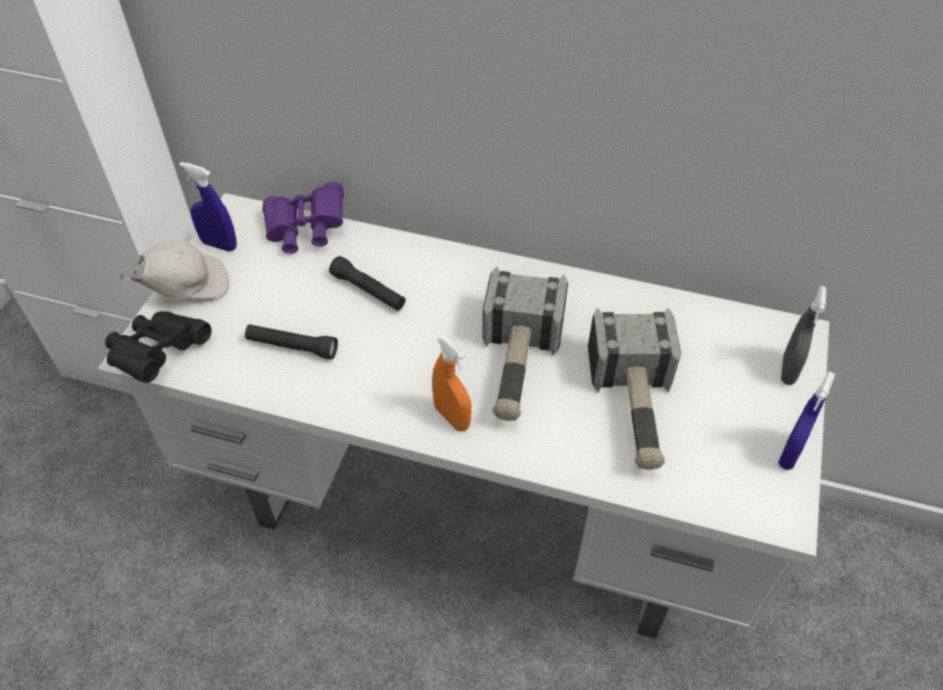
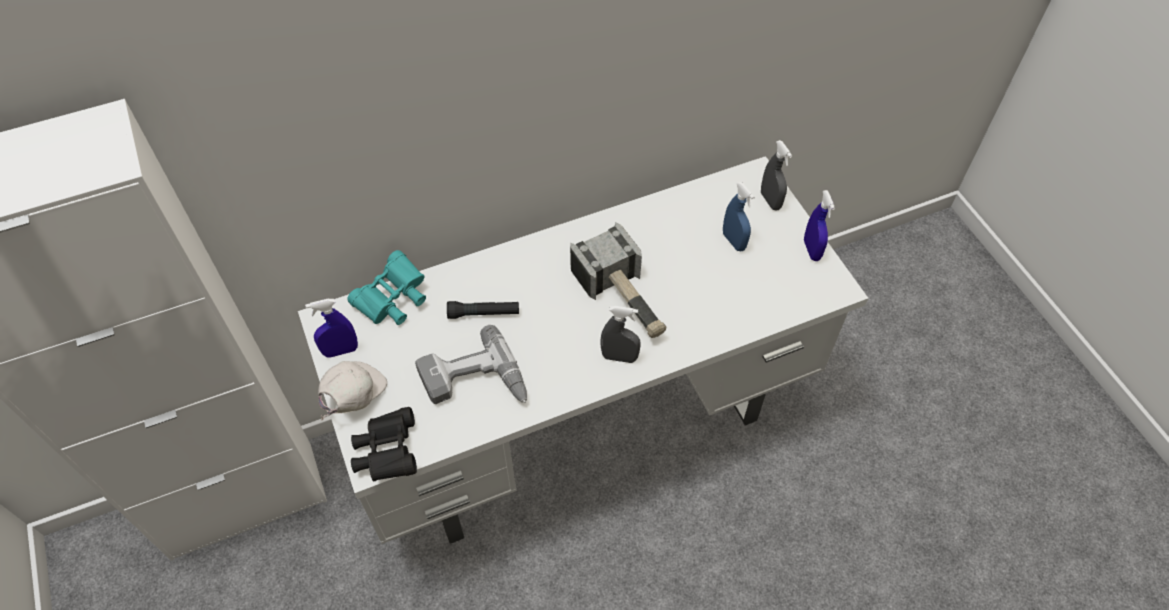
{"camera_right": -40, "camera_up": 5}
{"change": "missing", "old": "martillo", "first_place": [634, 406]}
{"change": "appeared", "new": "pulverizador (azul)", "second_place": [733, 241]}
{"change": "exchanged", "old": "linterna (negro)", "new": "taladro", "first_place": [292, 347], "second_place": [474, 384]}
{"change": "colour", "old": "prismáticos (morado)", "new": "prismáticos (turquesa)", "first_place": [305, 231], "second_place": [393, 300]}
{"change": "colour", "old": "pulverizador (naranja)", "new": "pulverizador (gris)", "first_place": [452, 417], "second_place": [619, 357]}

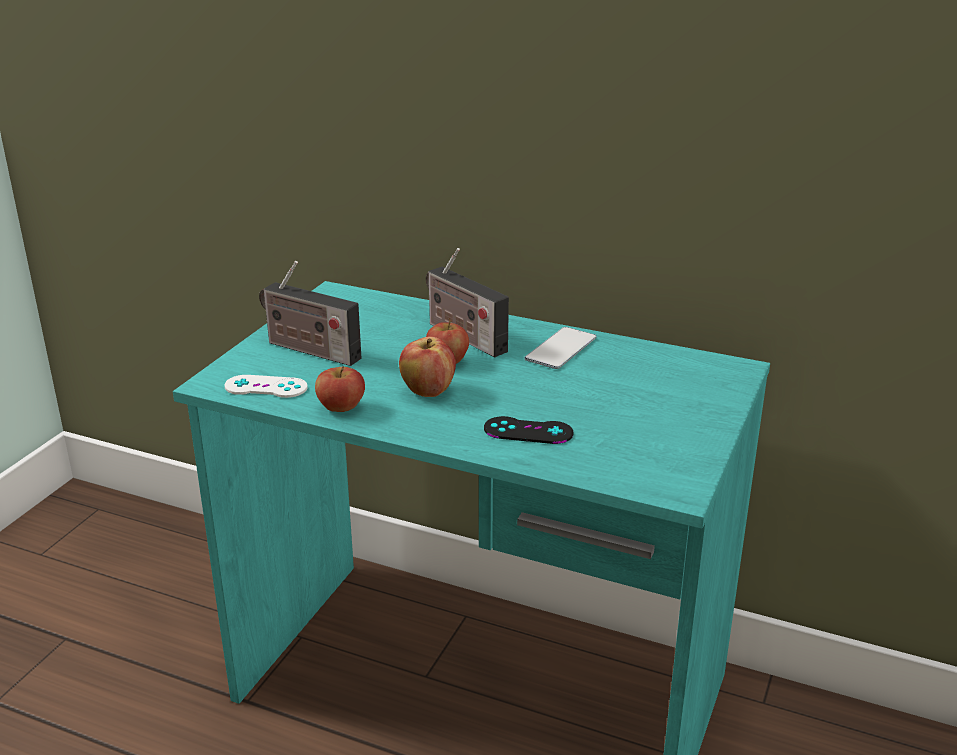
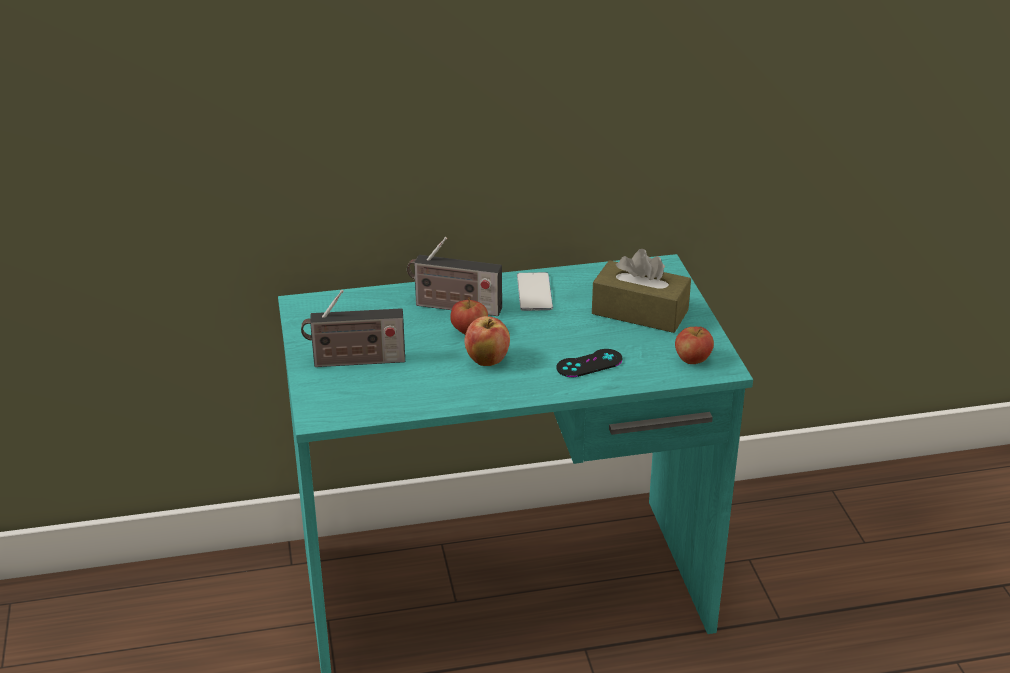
{"camera_right": -35, "camera_up": 5}
{"change": "missing", "old": "mando de consola (blanco)", "first_place": [266, 387]}
{"change": "appeared", "new": "caja de pañuelos (marrón)", "second_place": [640, 312]}
{"change": "relocated", "old": "manzana", "first_place": [341, 408], "second_place": [692, 359]}

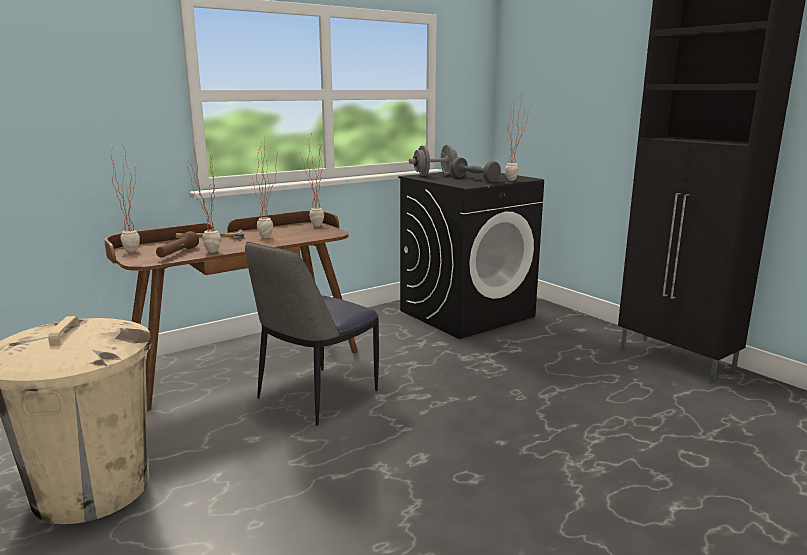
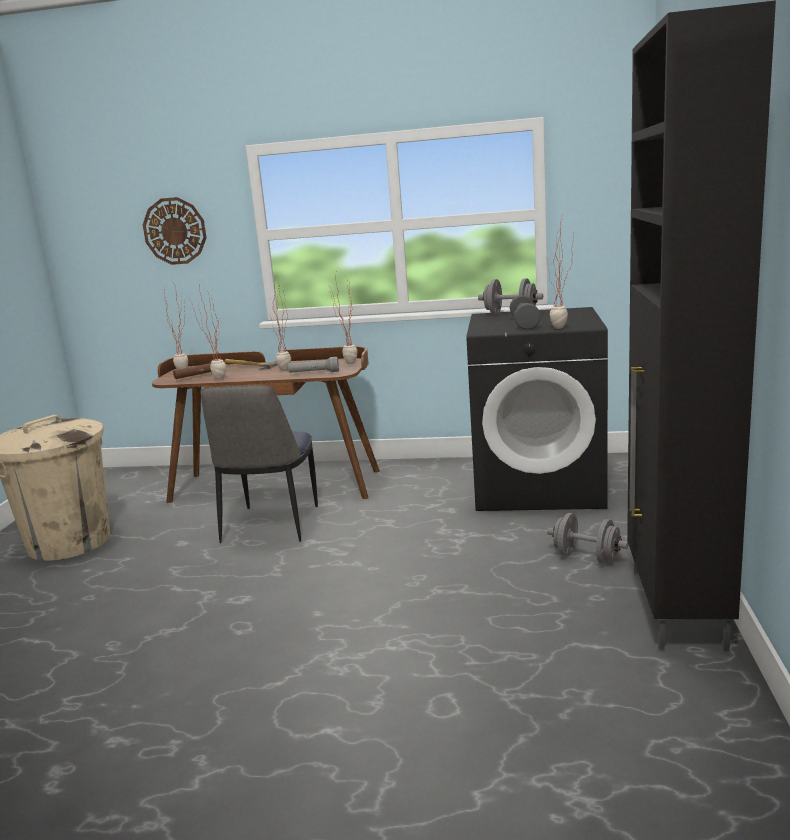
{"camera_right": 45, "camera_up": 0}
{"change": "appeared", "new": "reloj de pared", "second_place": [175, 231]}
{"change": "appeared", "new": "linterna (gris)", "second_place": [314, 373]}
{"change": "appeared", "new": "mancuerna (gris)", "second_place": [586, 557]}
{"change": "spun", "old": "silla", "first_place": [315, 396], "second_place": [270, 526], "degrees": -75}

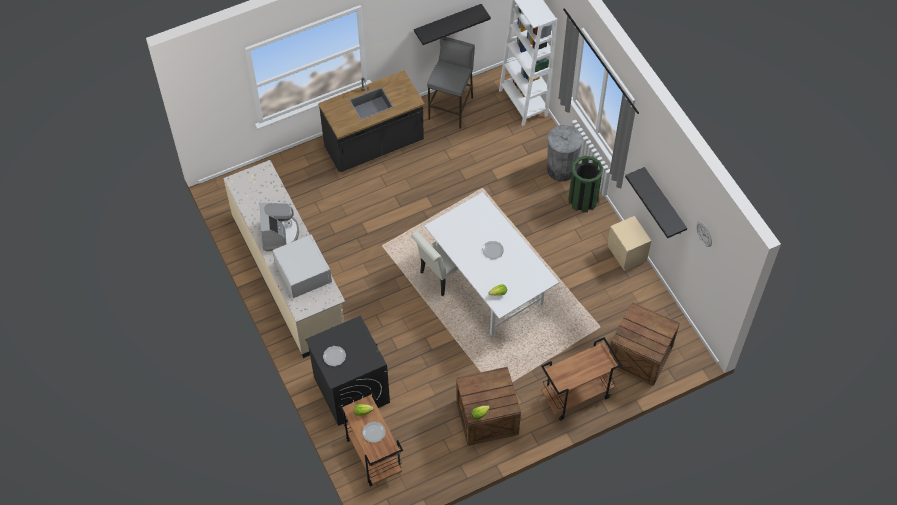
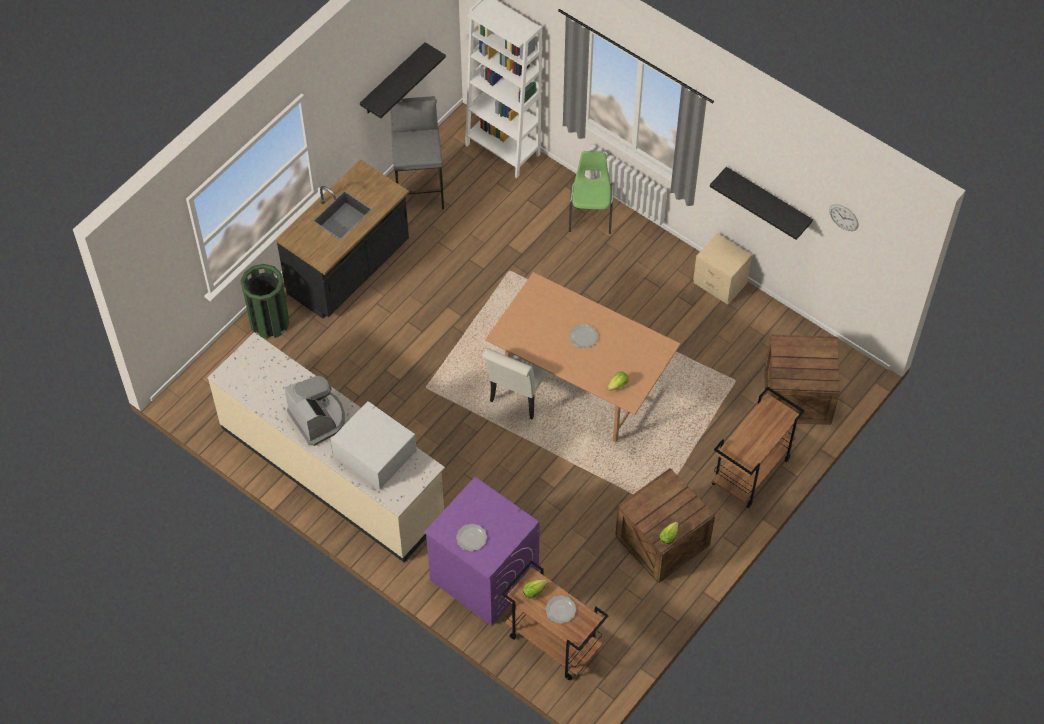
{"camera_right": -25, "camera_up": 0}
{"change": "relocated", "old": "papelera (verde)", "first_place": [582, 200], "second_place": [269, 322]}
{"change": "exchanged", "old": "papelera (gris)", "new": "silla (verde)", "first_place": [561, 169], "second_place": [591, 213]}
{"change": "colour", "old": "lavadora (negro)", "new": "lavadora (morado)", "first_place": [351, 389], "second_place": [483, 576]}
{"change": "colour", "old": "mesa de comedor (blanco)", "new": "mesa de comedor (marrón)", "first_place": [488, 285], "second_place": [579, 384]}

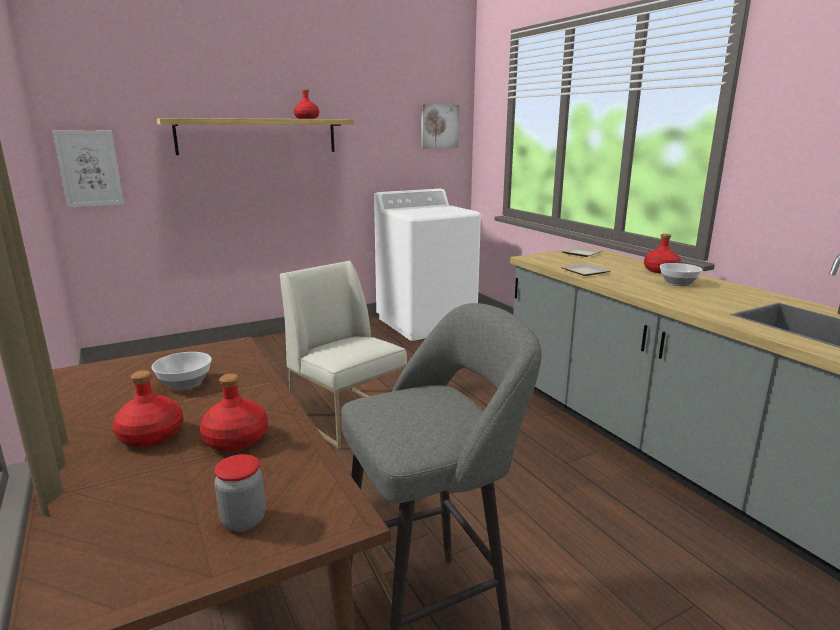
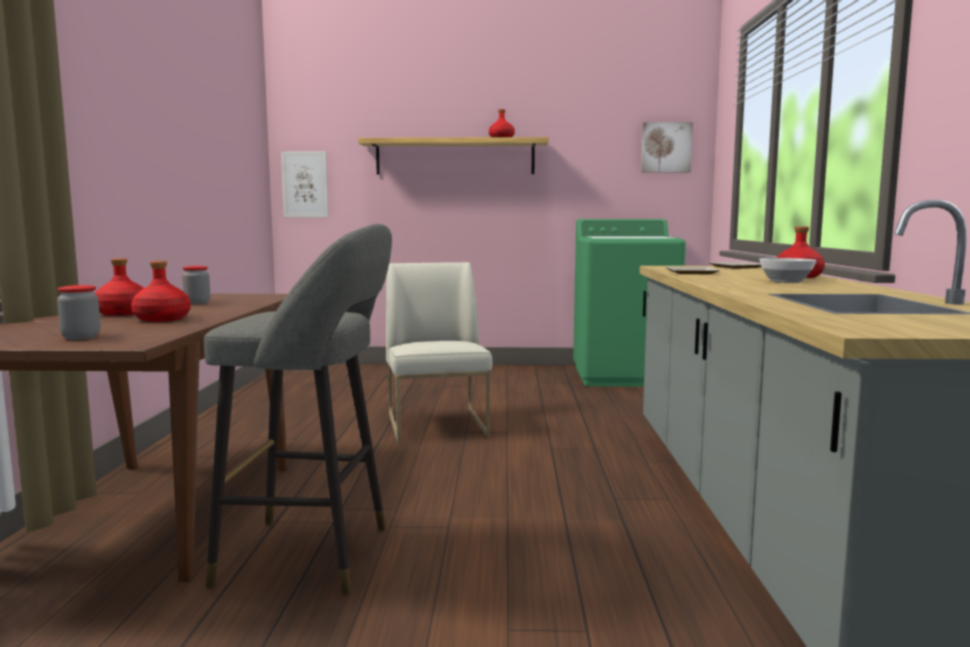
{"camera_right": 30, "camera_up": -10}
{"change": "exchanged", "old": "cuenco", "new": "tarro", "first_place": [183, 383], "second_place": [197, 302]}
{"change": "colour", "old": "lavadora (blanco)", "new": "lavadora (verde)", "first_place": [426, 323], "second_place": [624, 376]}

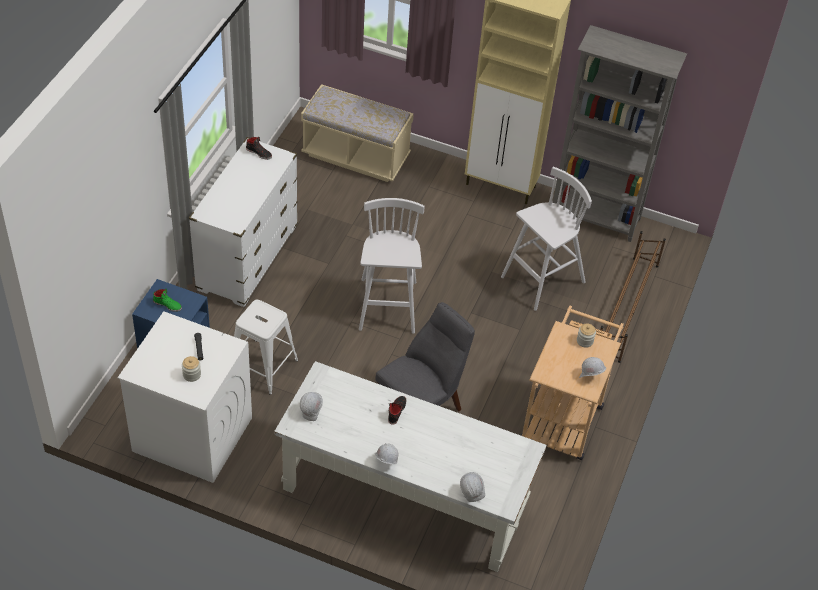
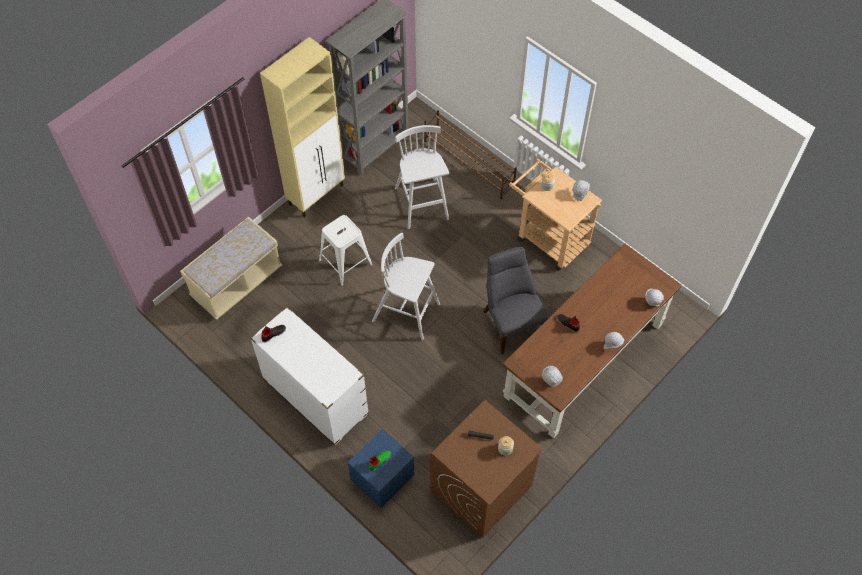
{"camera_right": -65, "camera_up": 10}
{"change": "relocated", "old": "taburete (blanco)", "first_place": [262, 366], "second_place": [345, 263]}
{"change": "colour", "old": "lavadora (blanco)", "new": "lavadora (marrón)", "first_place": [191, 434], "second_place": [481, 489]}
{"change": "colour", "old": "escritorio (blanco)", "new": "escritorio (marrón)", "first_place": [403, 496], "second_place": [584, 360]}

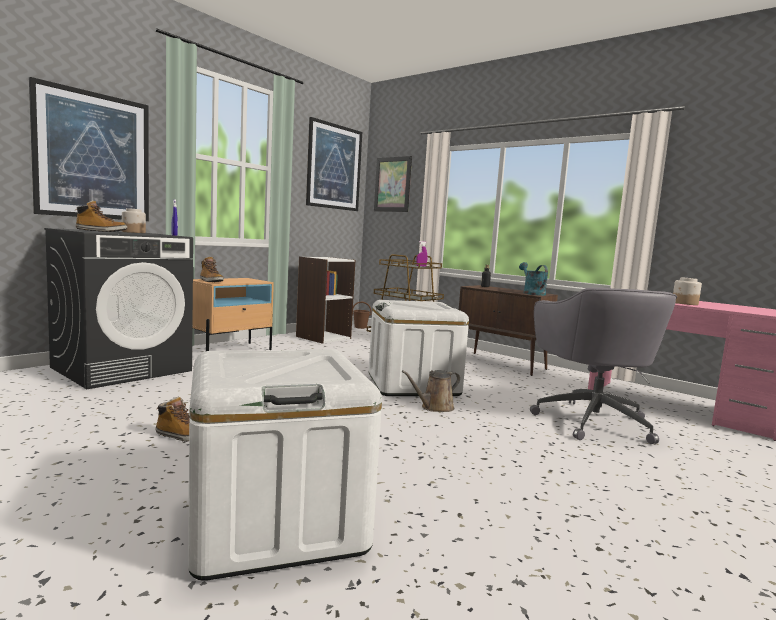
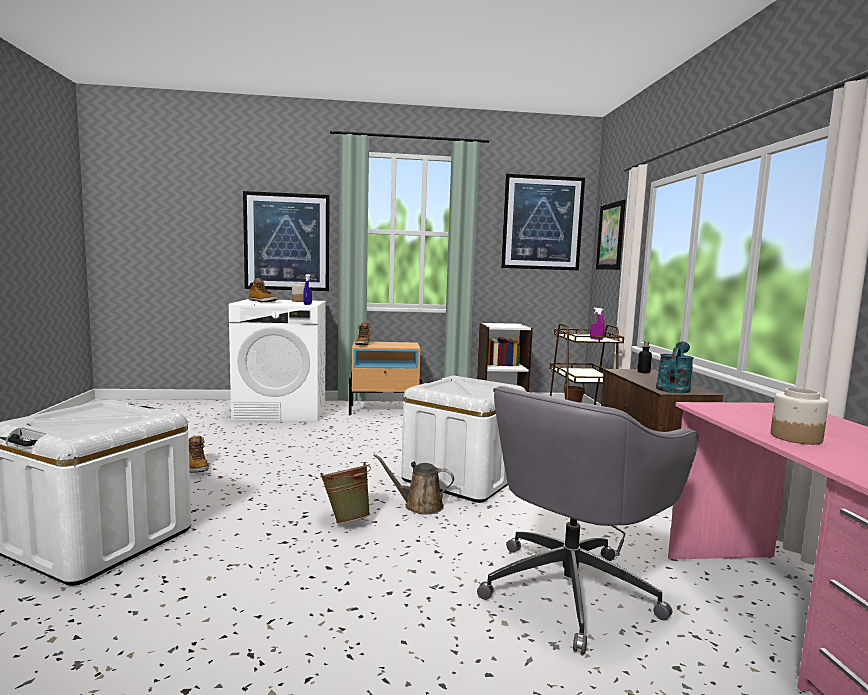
{"camera_right": 45, "camera_up": 0}
{"change": "appeared", "new": "cubo (verde)", "second_place": [346, 519]}
{"change": "colour", "old": "lavadora (negro)", "new": "lavadora (blanco)", "first_place": [122, 369], "second_place": [282, 411]}

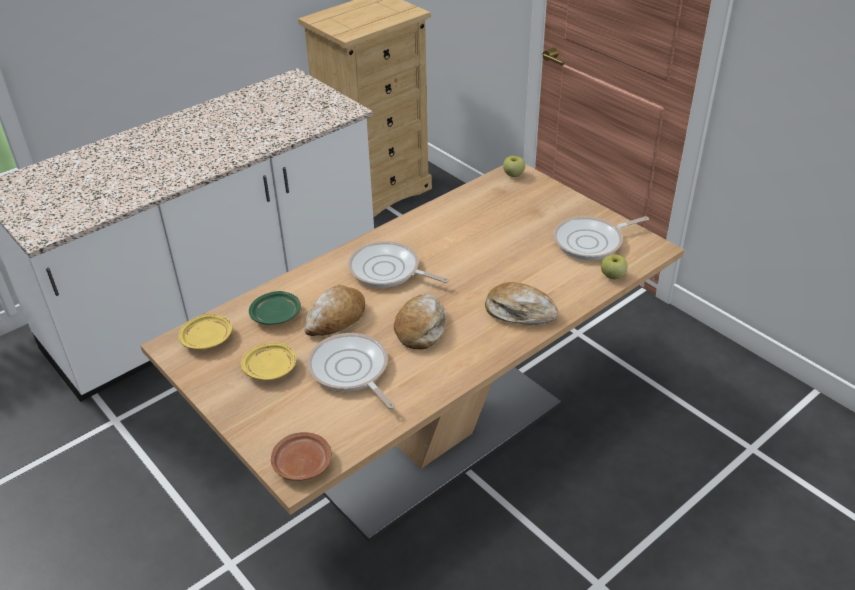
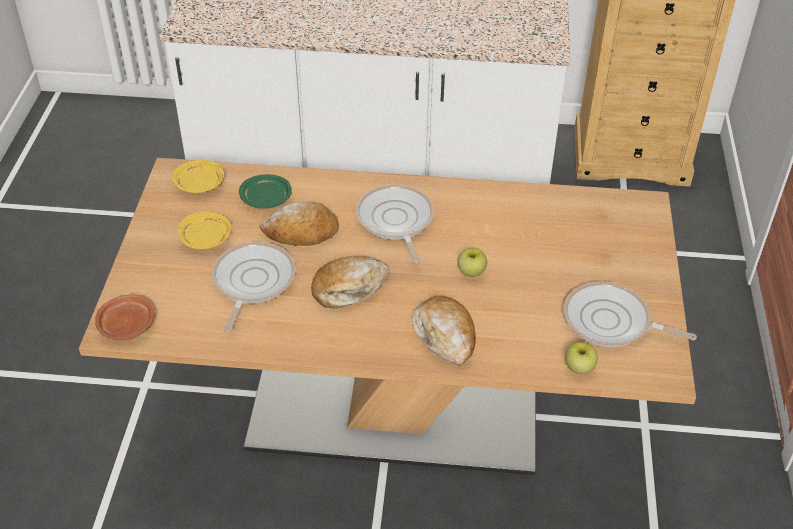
{"camera_right": 45, "camera_up": 5}
{"change": "relocated", "old": "manzana", "first_place": [513, 175], "second_place": [471, 272]}

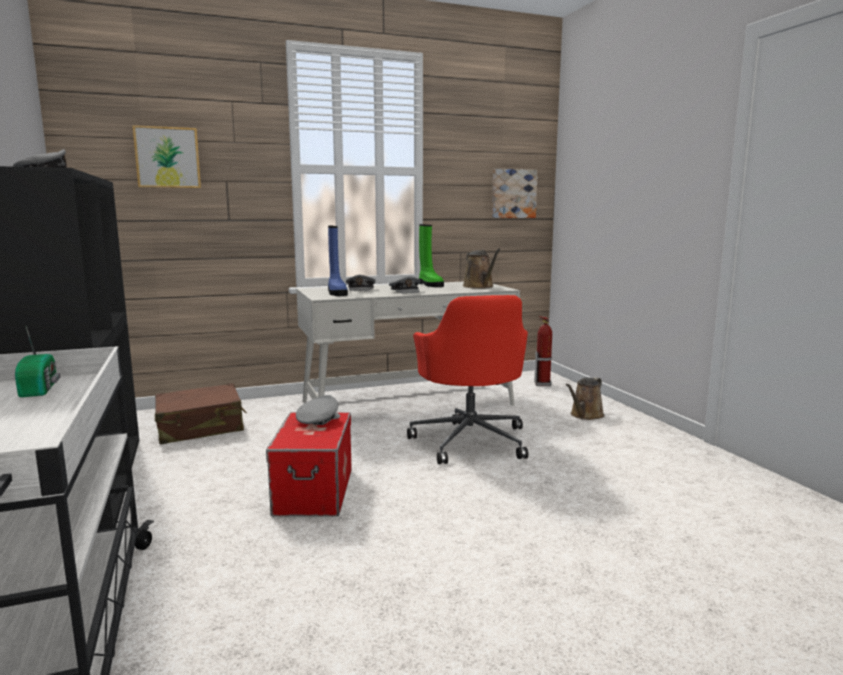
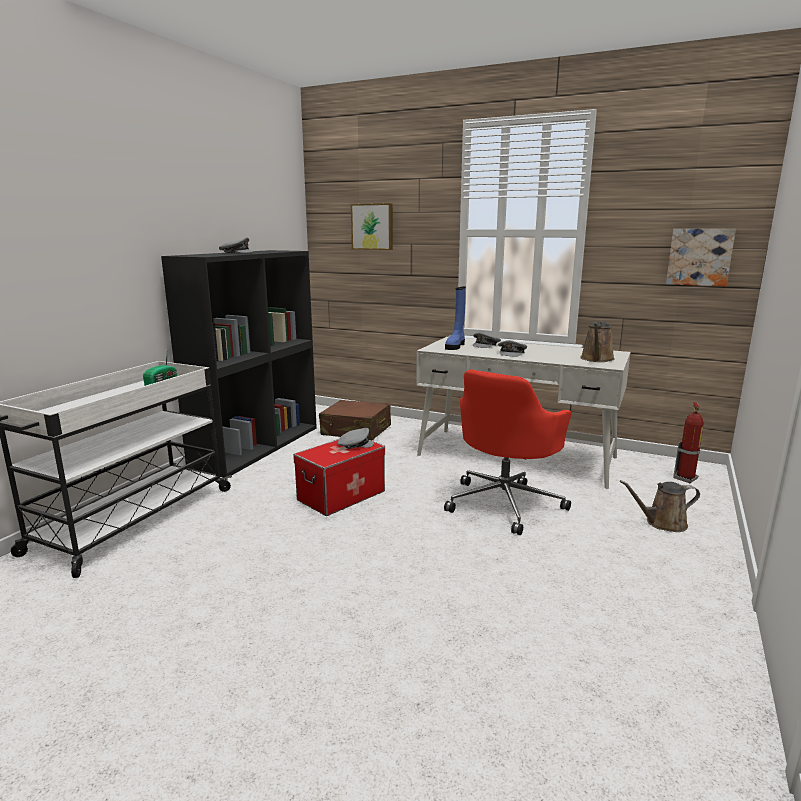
{"camera_right": 45, "camera_up": 5}
{"change": "missing", "old": "bota (verde)", "first_place": [429, 285]}

